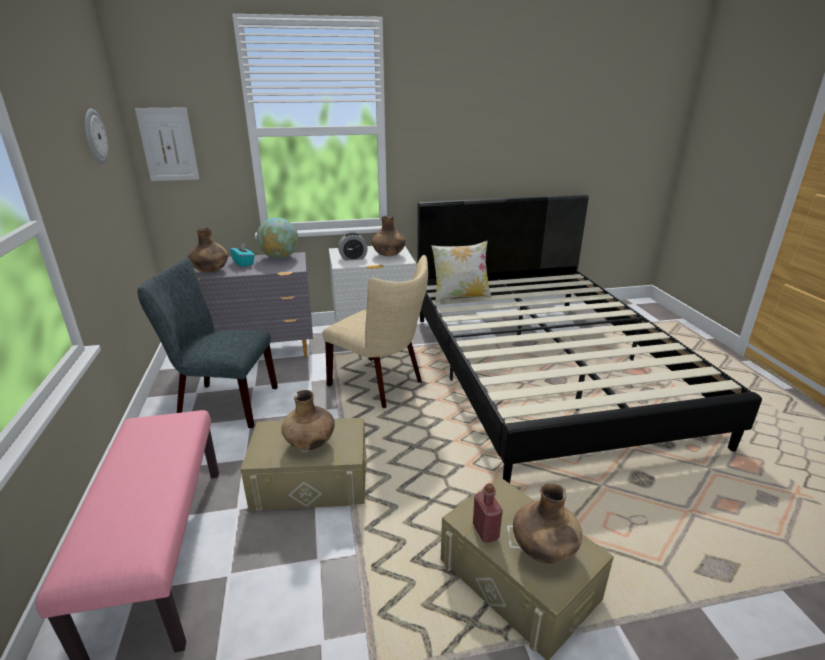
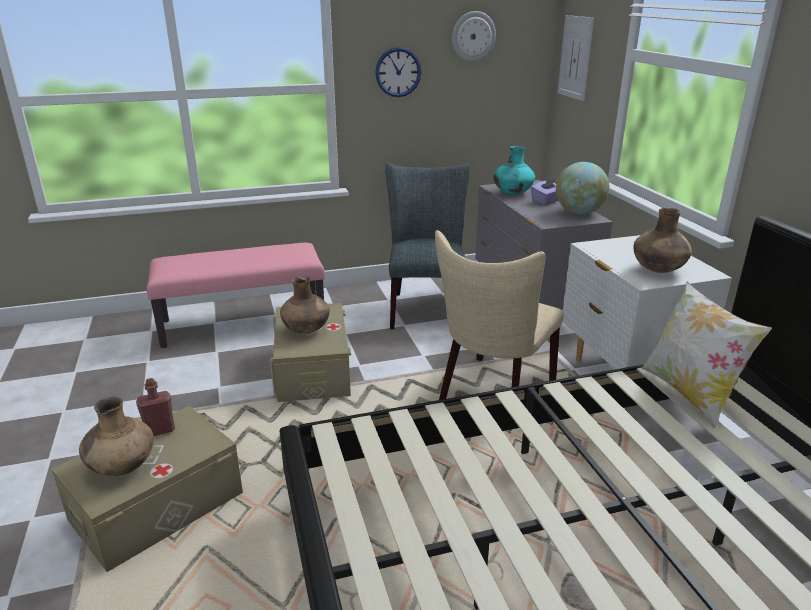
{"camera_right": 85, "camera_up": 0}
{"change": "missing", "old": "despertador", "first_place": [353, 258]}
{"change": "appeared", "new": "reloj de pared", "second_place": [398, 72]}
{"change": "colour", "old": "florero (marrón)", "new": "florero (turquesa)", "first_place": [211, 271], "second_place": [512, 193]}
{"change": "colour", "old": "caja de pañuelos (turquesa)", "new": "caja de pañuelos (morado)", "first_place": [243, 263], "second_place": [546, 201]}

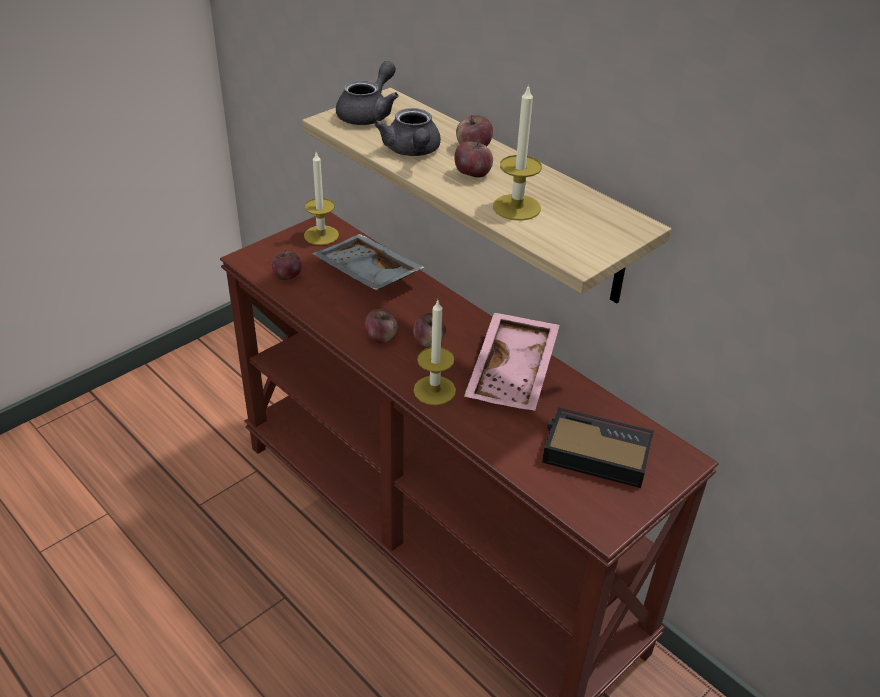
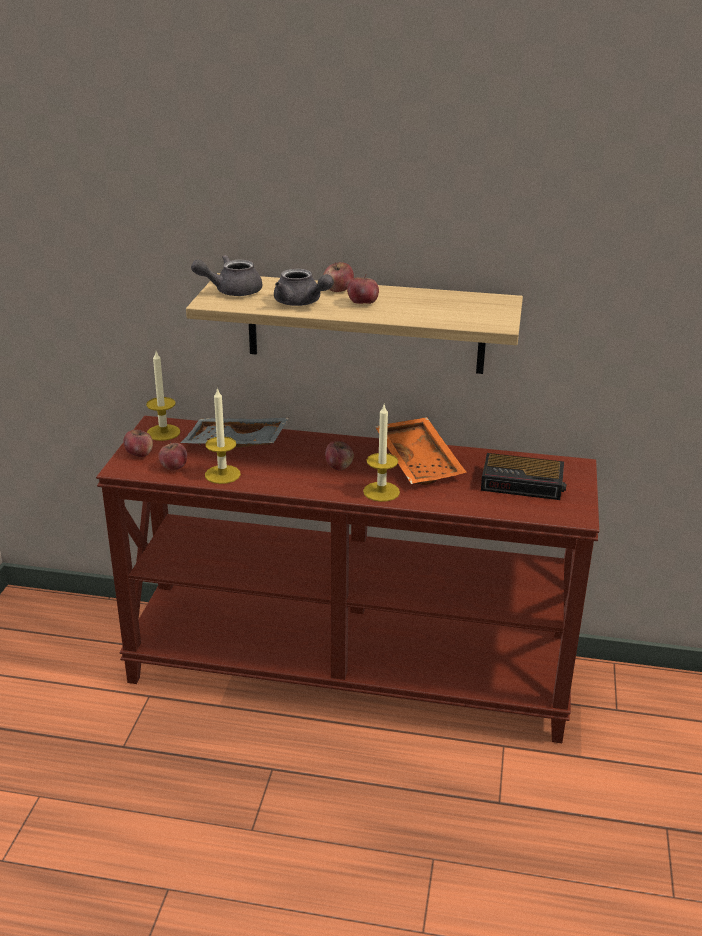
{"camera_right": -35, "camera_up": -10}
{"change": "relocated", "old": "manzana", "first_place": [381, 337], "second_place": [139, 454]}
{"change": "relocated", "old": "vela", "first_place": [516, 207], "second_place": [222, 474]}
{"change": "colour", "old": "bandeja (rosa)", "new": "bandeja (naranja)", "first_place": [514, 373], "second_place": [420, 462]}
{"change": "spun", "old": "tetera (gris)", "first_place": [369, 114], "second_place": [231, 291], "degrees": -105}
{"change": "spun", "old": "despertador", "first_place": [594, 453], "second_place": [524, 483], "degrees": -150}

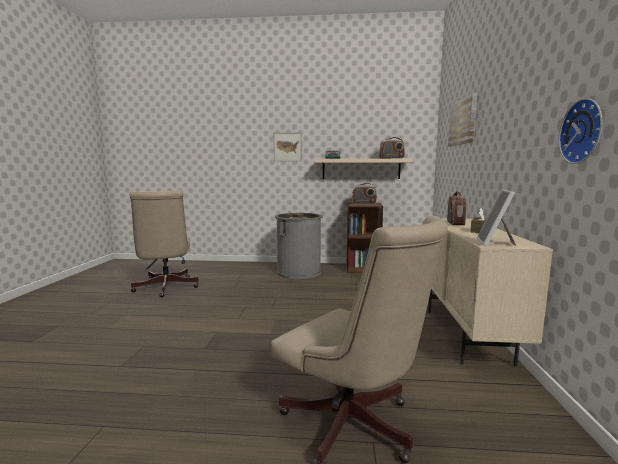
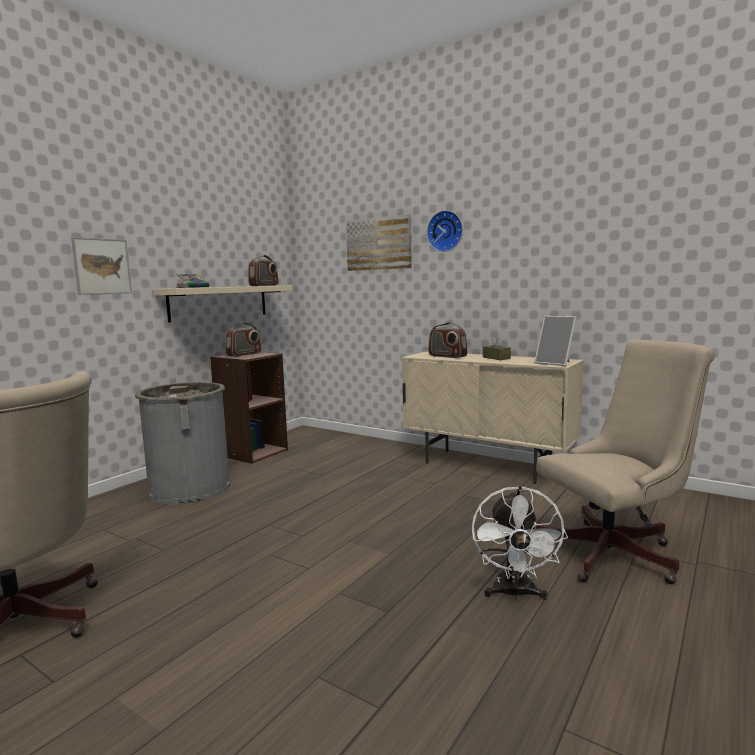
{"camera_right": -60, "camera_up": 0}
{"change": "appeared", "new": "ventilador (blanco)", "second_place": [515, 594]}
{"change": "relocated", "old": "reloj de pared", "first_place": [584, 131], "second_place": [446, 231]}

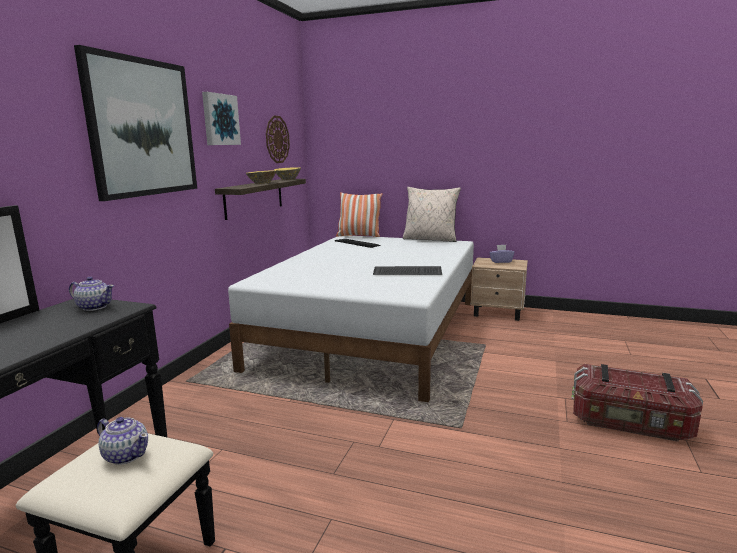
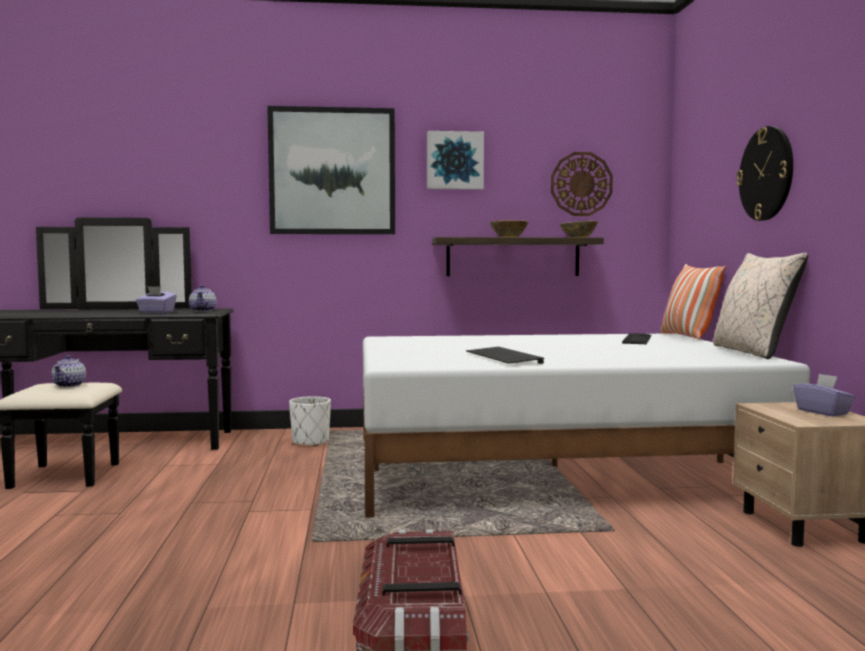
{"camera_right": 65, "camera_up": -10}
{"change": "appeared", "new": "caja de pañuelos (morado)", "second_place": [156, 312]}
{"change": "appeared", "new": "maceta (blanco)", "second_place": [310, 442]}
{"change": "appeared", "new": "reloj de pared", "second_place": [766, 174]}

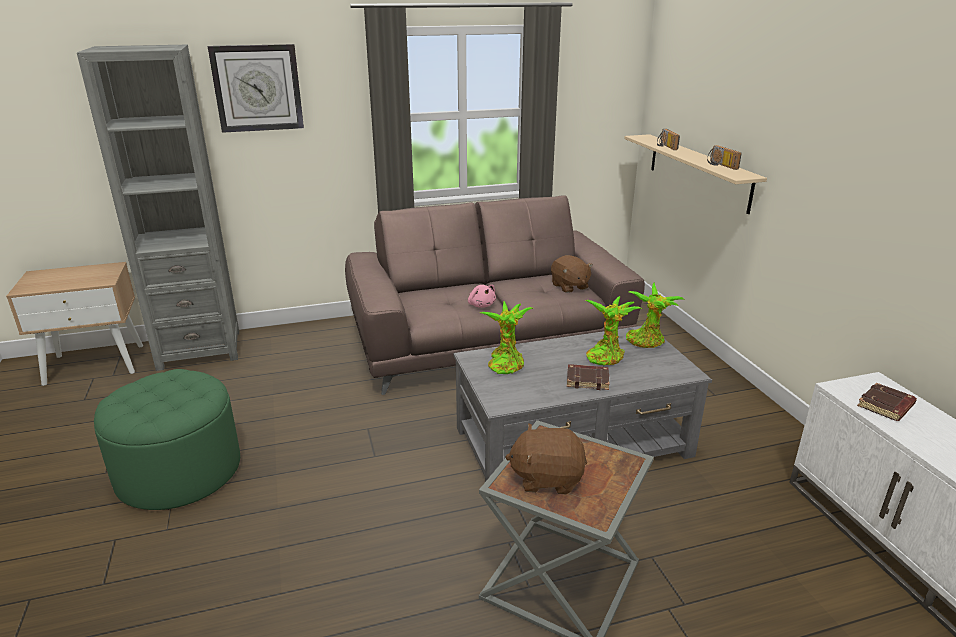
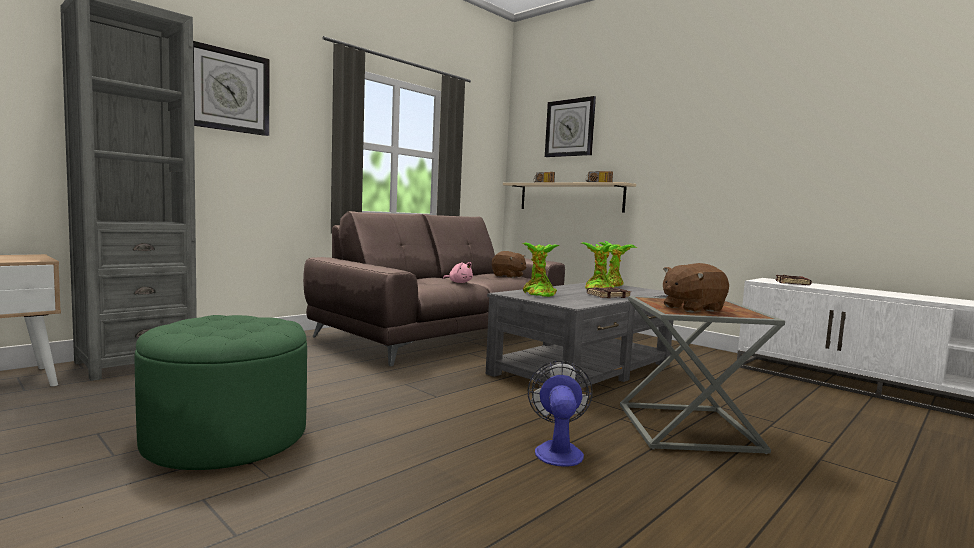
{"camera_right": -30, "camera_up": -20}
{"change": "appeared", "new": "ventilador", "second_place": [558, 450]}
{"change": "appeared", "new": "reloj de pared", "second_place": [570, 128]}

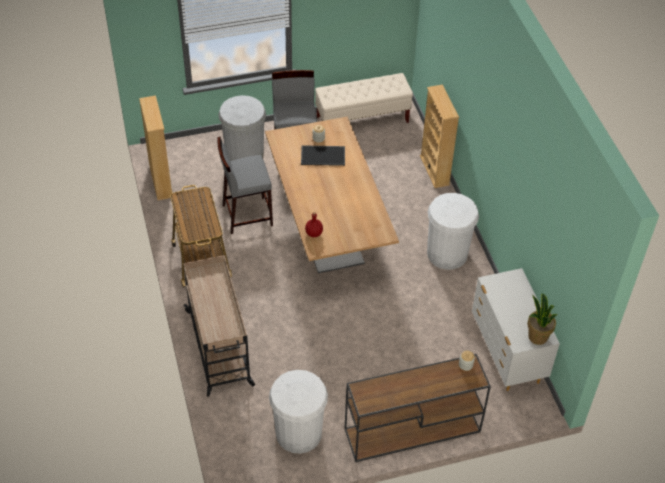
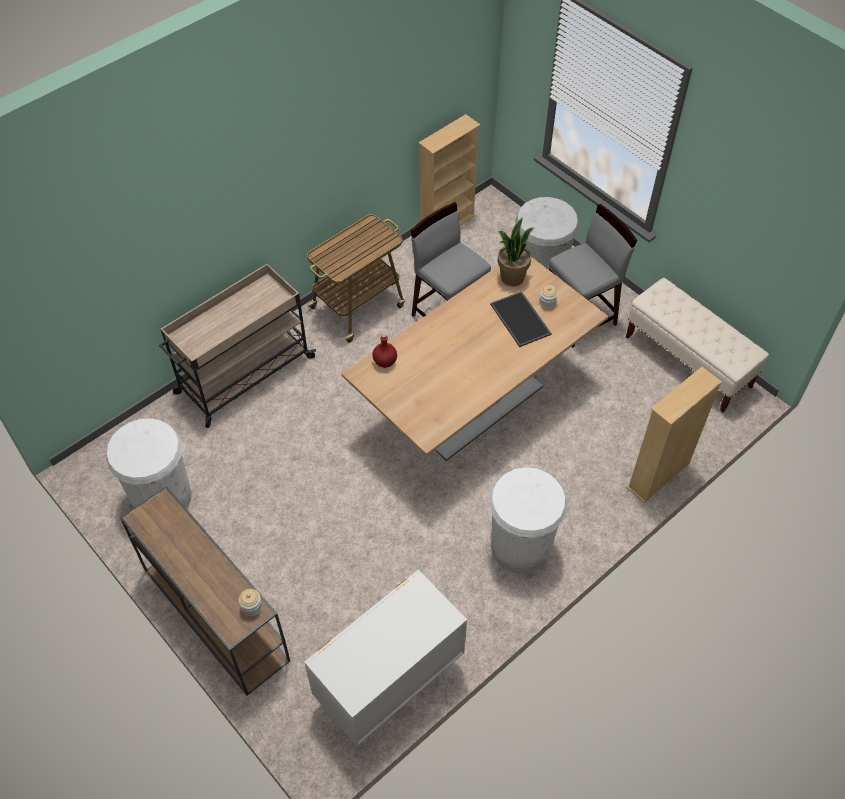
{"camera_right": 65, "camera_up": 5}
{"change": "relocated", "old": "planta en maceta", "first_place": [537, 337], "second_place": [512, 277]}

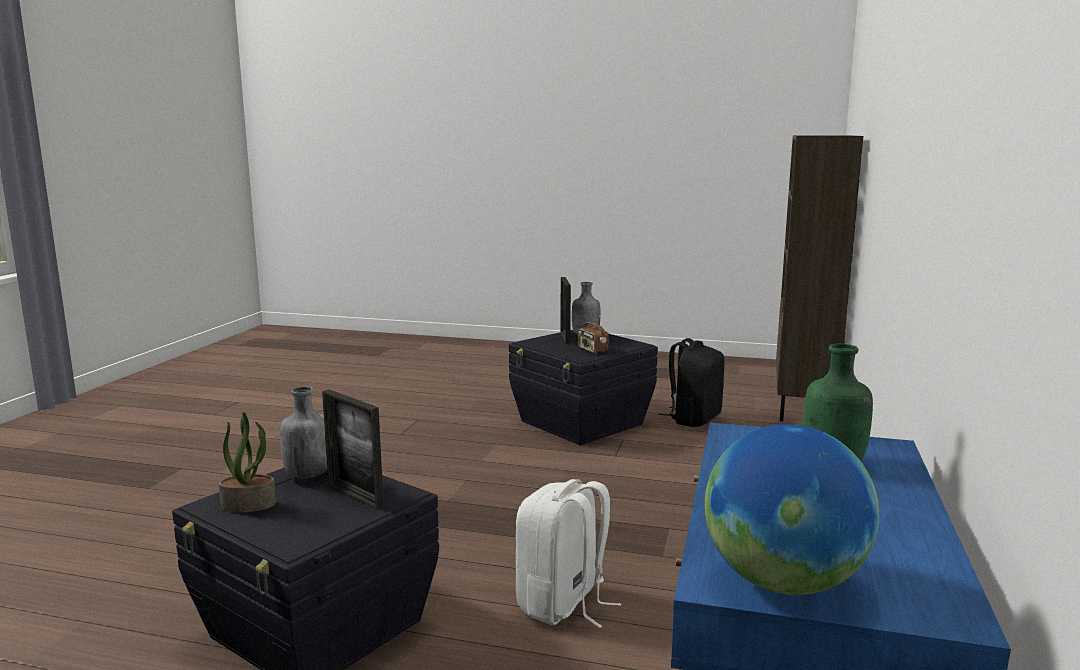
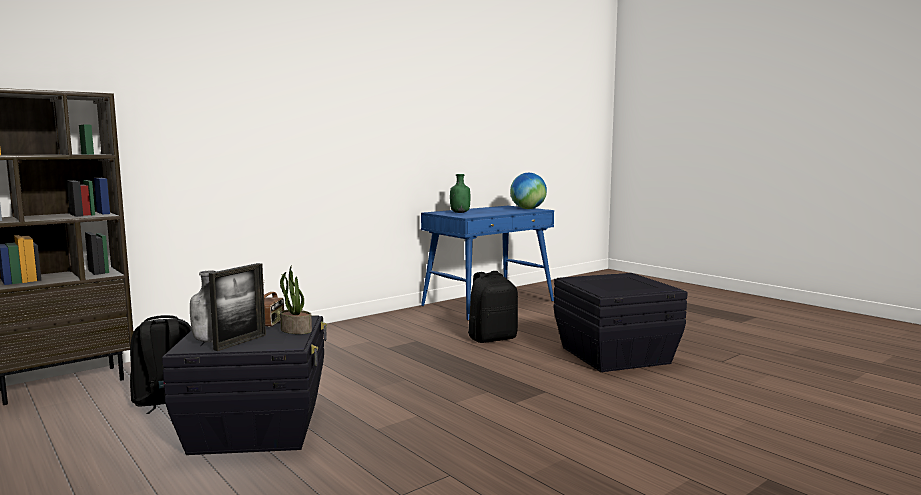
{"camera_right": -145, "camera_up": -5}
{"change": "missing", "old": "botella (gris)", "first_place": [308, 474]}
{"change": "missing", "old": "portarretratos", "first_place": [355, 495]}
{"change": "relocated", "old": "planta en maceta", "first_place": [249, 504], "second_place": [295, 330]}
{"change": "colour", "old": "mochila (blanco)", "new": "mochila (negro)", "first_place": [563, 604], "second_place": [492, 338]}

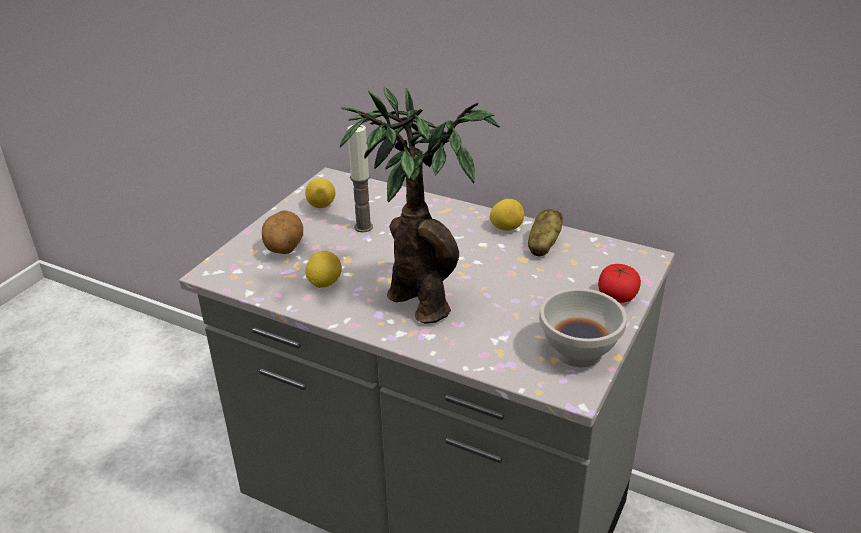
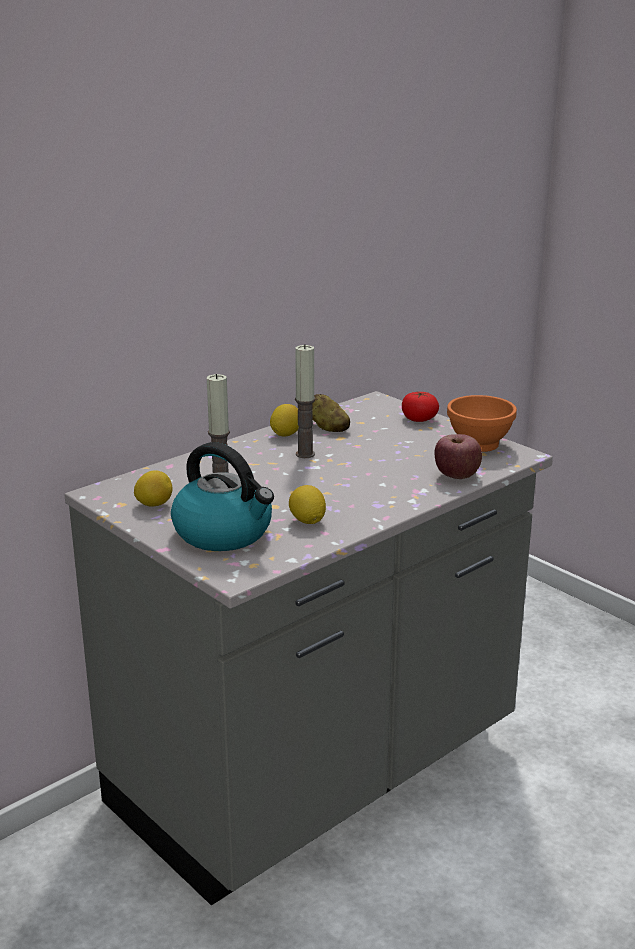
{"camera_right": -70, "camera_up": -10}
{"change": "missing", "old": "planta en maceta", "first_place": [417, 299]}
{"change": "appeared", "new": "vela", "second_place": [305, 454]}
{"change": "appeared", "new": "manzana", "second_place": [457, 476]}
{"change": "exchanged", "old": "patata", "new": "hervidor", "first_place": [284, 249], "second_place": [224, 533]}
{"change": "colour", "old": "cuenco (blanco)", "new": "cuenco (naranja)", "first_place": [578, 353], "second_place": [480, 444]}

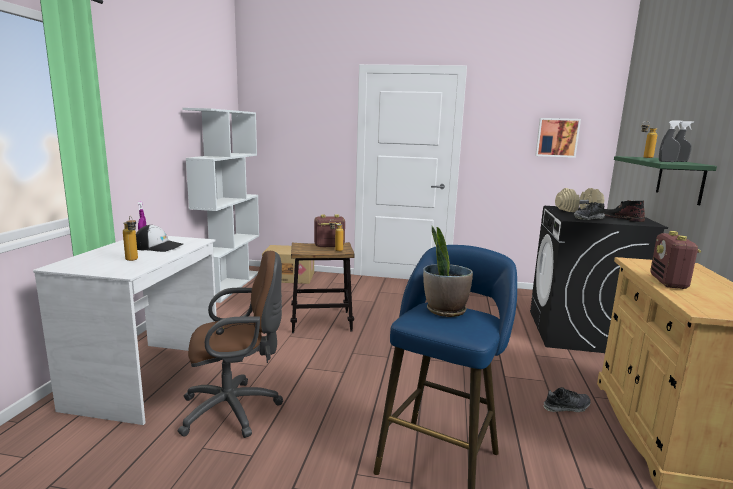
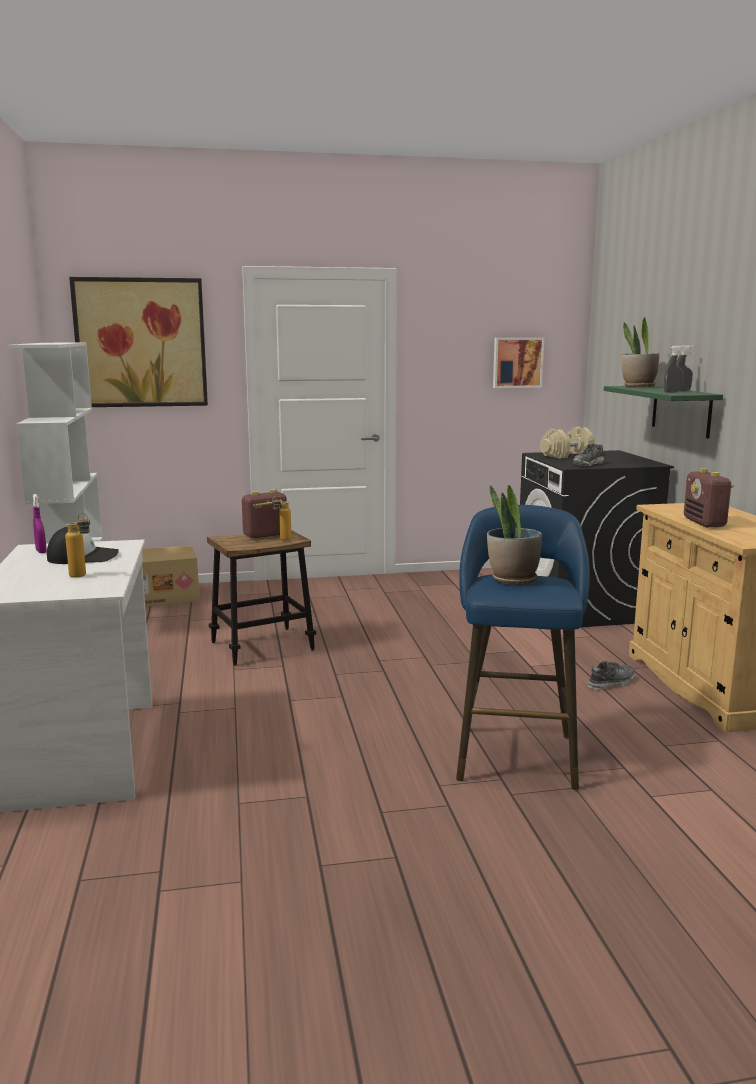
{"camera_right": -20, "camera_up": 0}
{"change": "missing", "old": "silla de oficina (marrón)", "first_place": [236, 409]}
{"change": "missing", "old": "bota (negro)", "first_place": [621, 218]}
{"change": "appeared", "new": "cuadro", "second_place": [141, 343]}
{"change": "exchanged", "old": "botella", "new": "planta en maceta", "first_place": [644, 157], "second_place": [638, 386]}

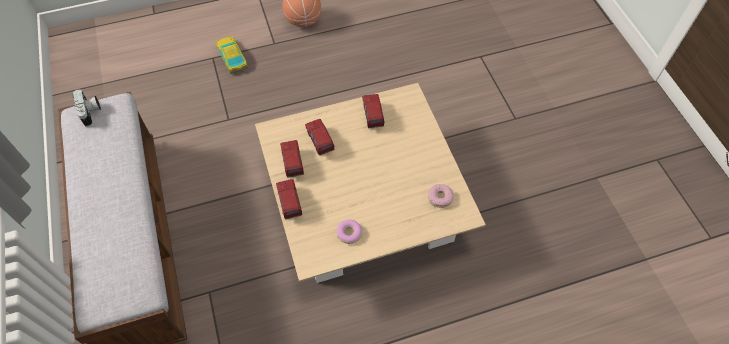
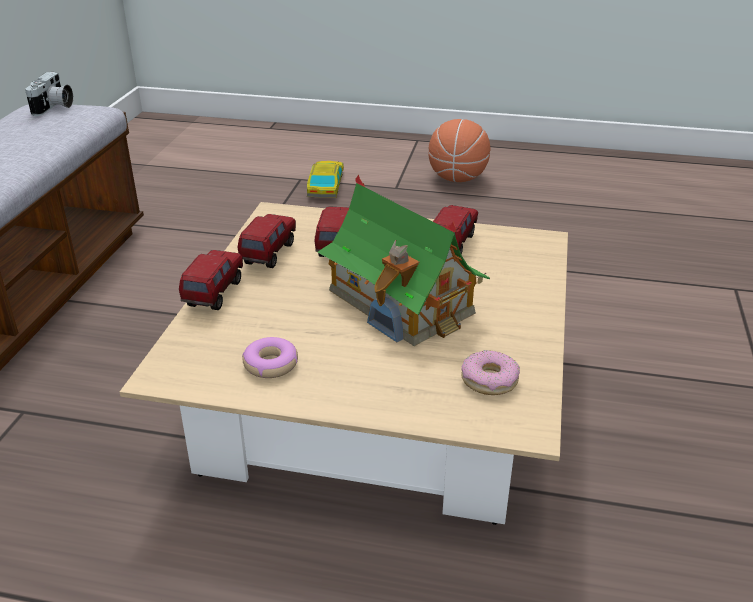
{"camera_right": 30, "camera_up": -25}
{"change": "appeared", "new": "casita", "second_place": [401, 302]}

